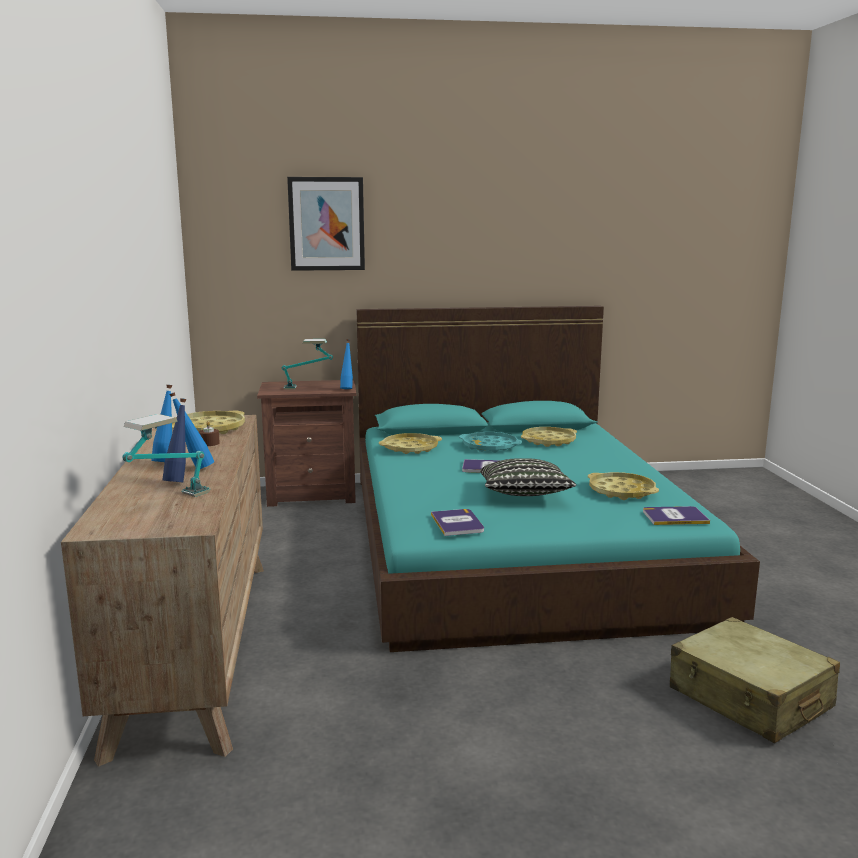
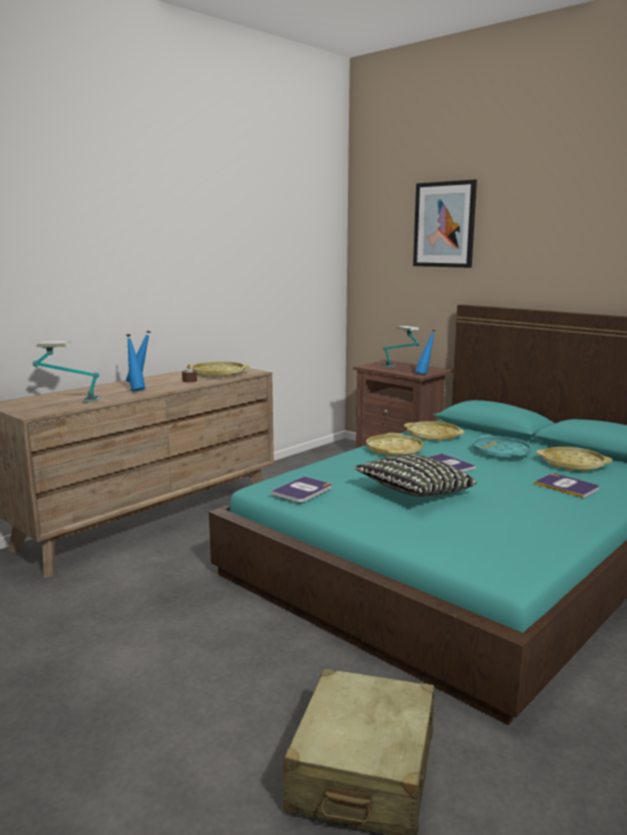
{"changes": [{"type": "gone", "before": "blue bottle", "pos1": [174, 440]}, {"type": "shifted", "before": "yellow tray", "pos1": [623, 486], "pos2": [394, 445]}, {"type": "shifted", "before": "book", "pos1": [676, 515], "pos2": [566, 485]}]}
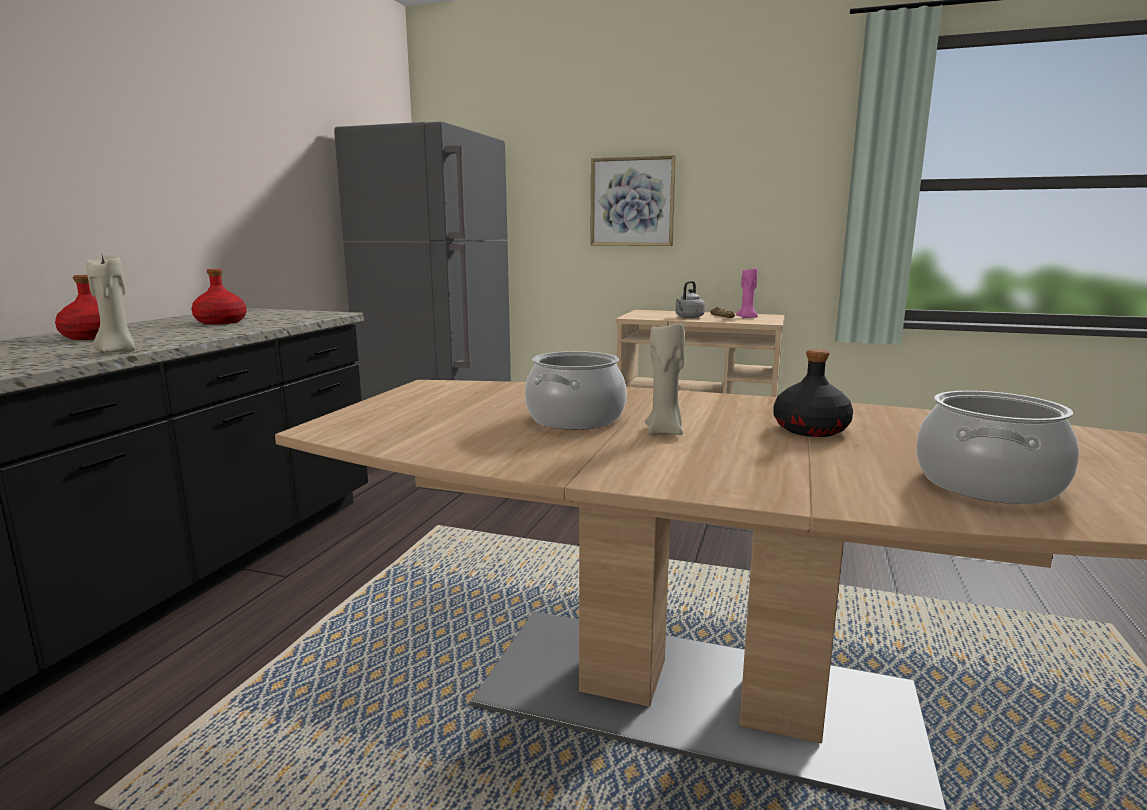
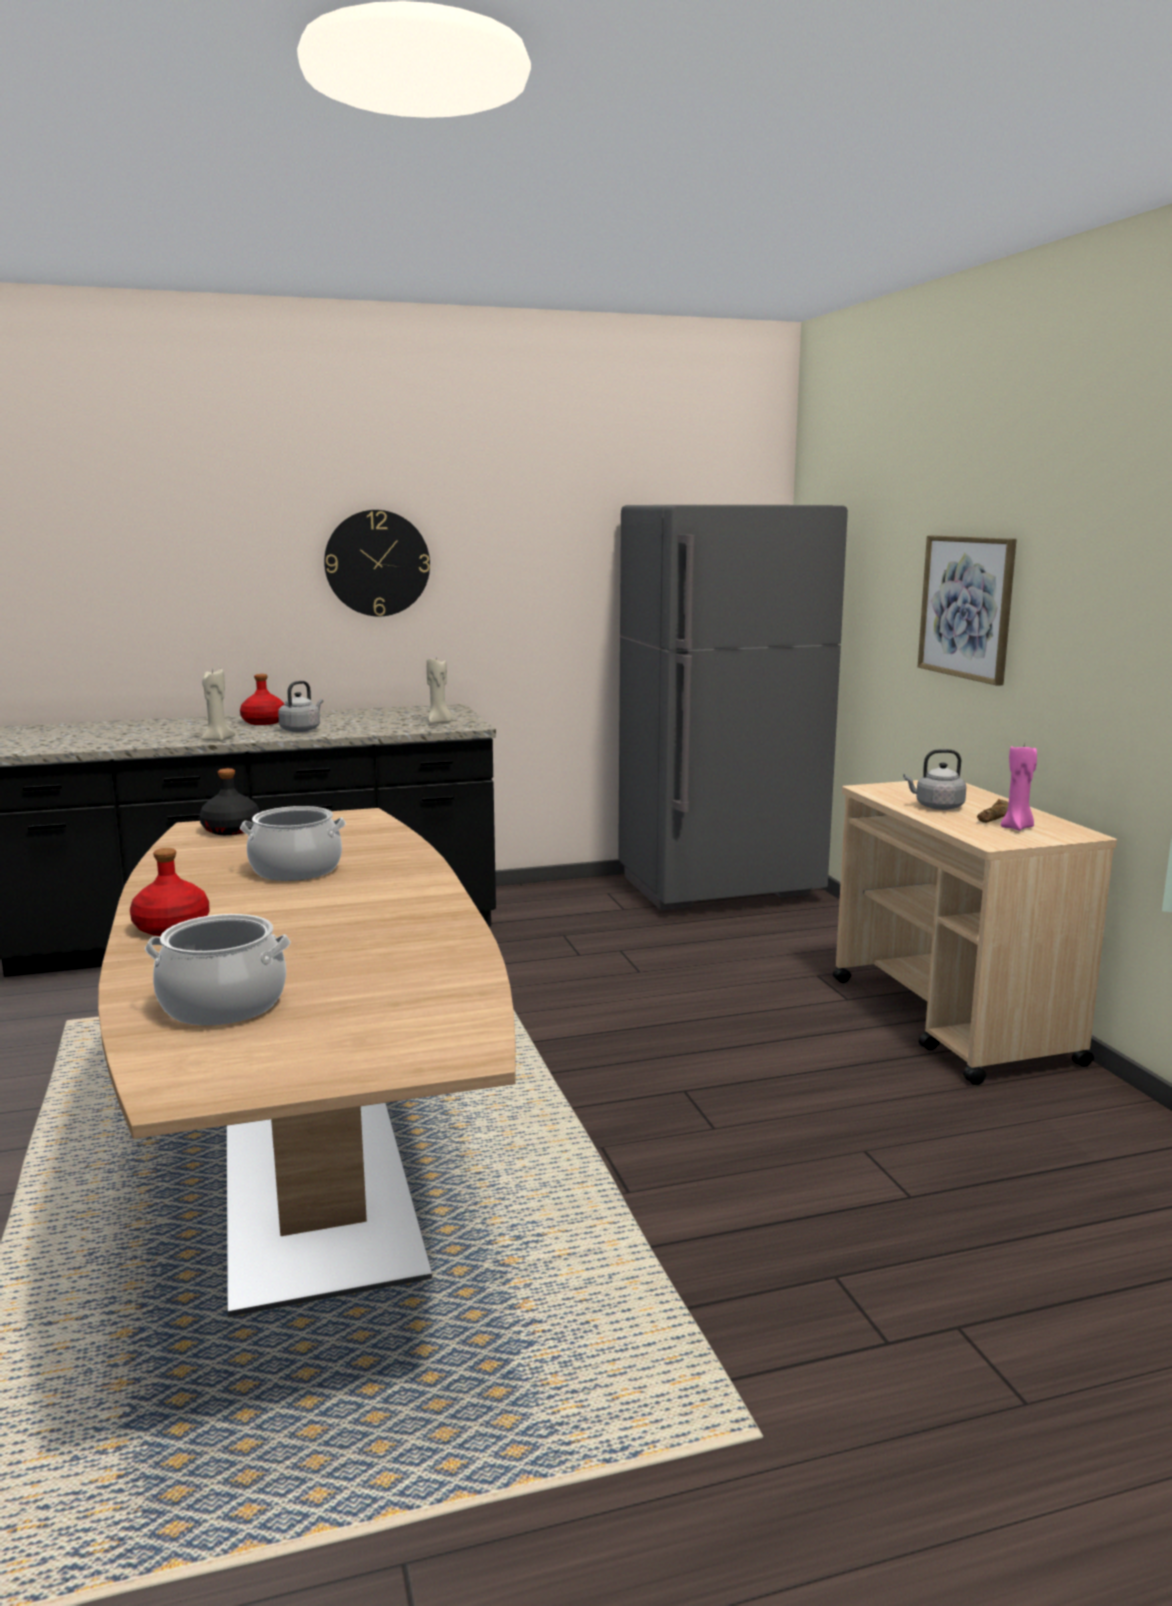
{"changes": [{"type": "new", "after": "grey kettle", "pos2": [300, 706]}, {"type": "new", "after": "wall clock", "pos2": [377, 563]}, {"type": "shifted", "before": "red bottle", "pos1": [219, 297], "pos2": [169, 892]}, {"type": "shifted", "before": "beige candle", "pos1": [665, 379], "pos2": [439, 690]}, {"type": "shifted", "before": "black bottle", "pos1": [813, 393], "pos2": [229, 801]}]}
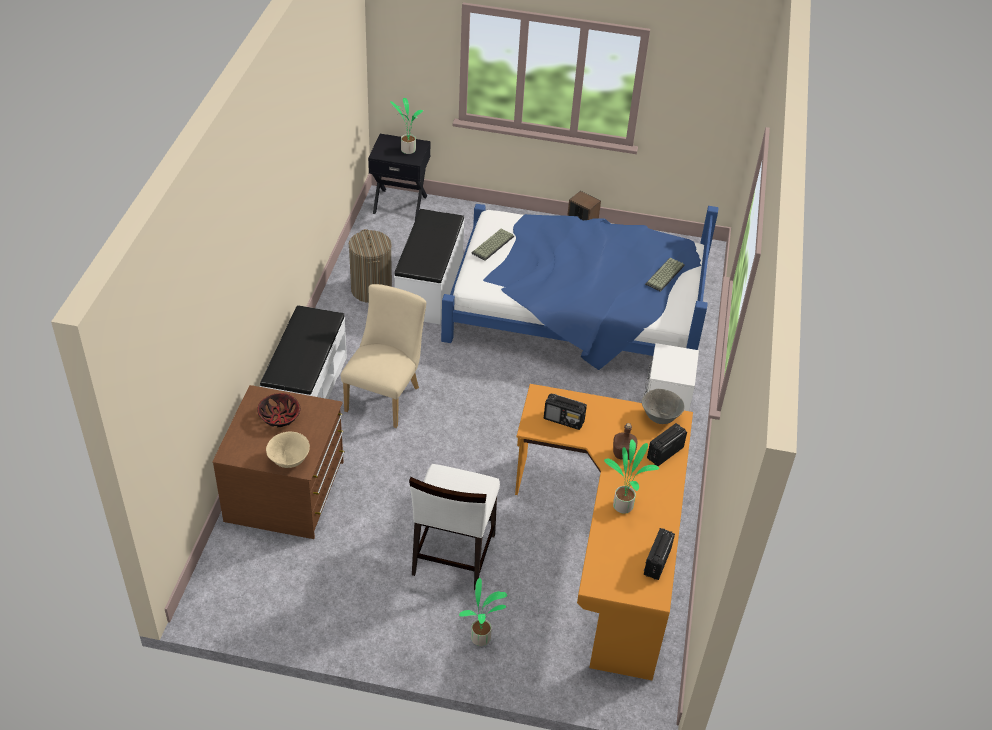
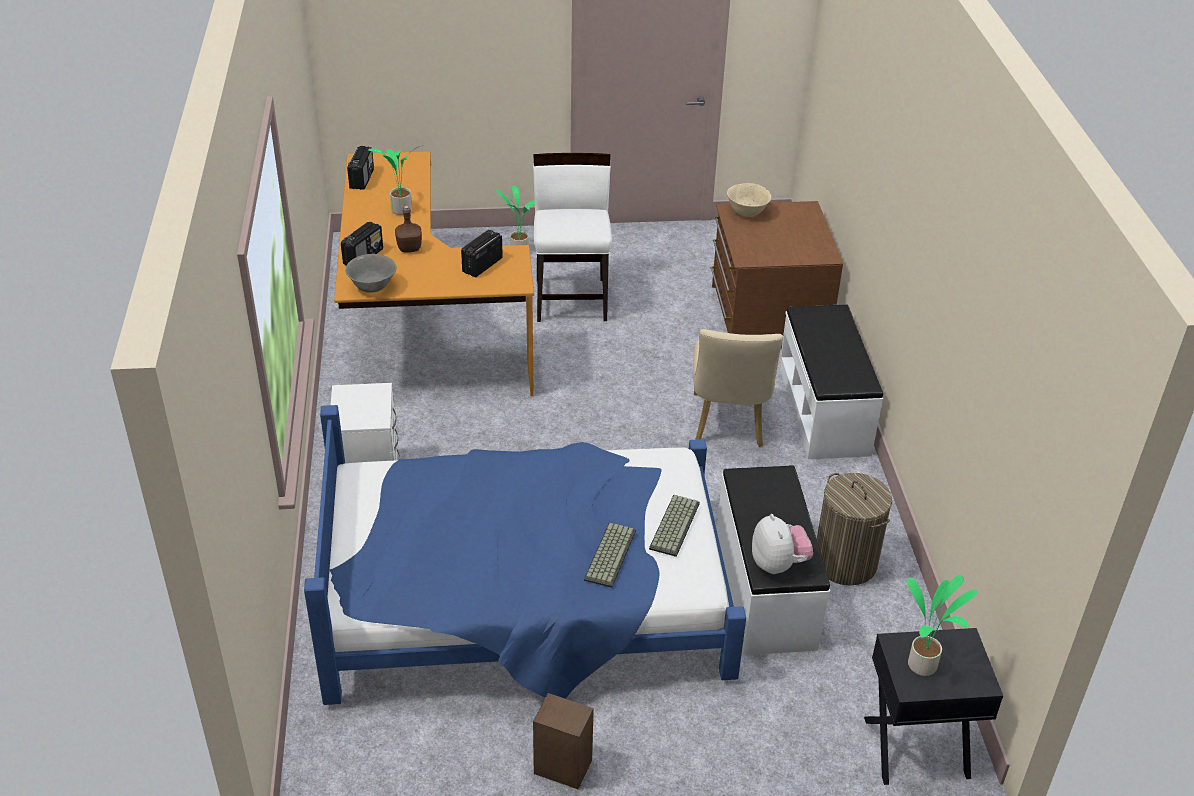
{"changes": [{"type": "gone", "before": "bowl", "pos1": [279, 410]}, {"type": "new", "after": "plush toy", "pos2": [782, 544]}, {"type": "shifted", "before": "keyboard", "pos1": [665, 274], "pos2": [610, 555]}, {"type": "rotated", "before": "radio", "pos1": [565, 411], "pos2": [482, 253], "turn": -60}]}
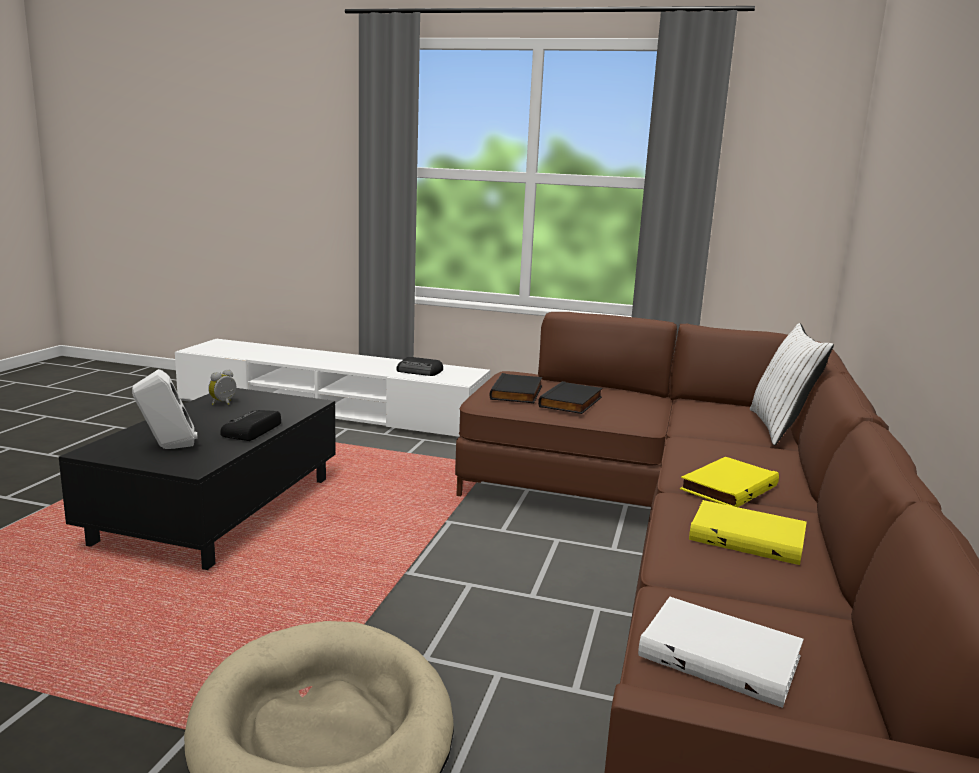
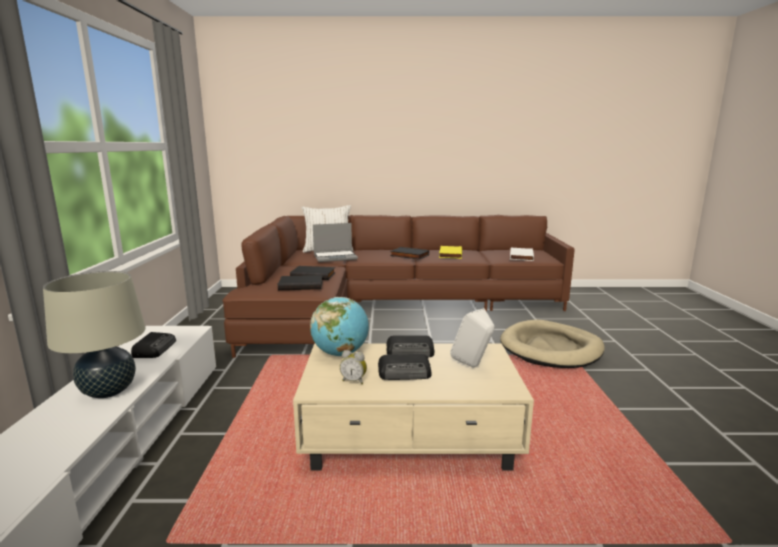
{"changes": [{"type": "new", "after": "beige table lamp", "pos2": [94, 334]}, {"type": "new", "after": "globe", "pos2": [339, 326]}, {"type": "new", "after": "laptop", "pos2": [335, 242]}, {"type": "new", "after": "radio", "pos2": [404, 367]}, {"type": "repainted", "before": "black coffee table", "after": "beige coffee table", "pos1": [197, 479], "pos2": [413, 407]}, {"type": "repainted", "before": "yellow book", "after": "black book", "pos1": [729, 482], "pos2": [409, 253]}]}
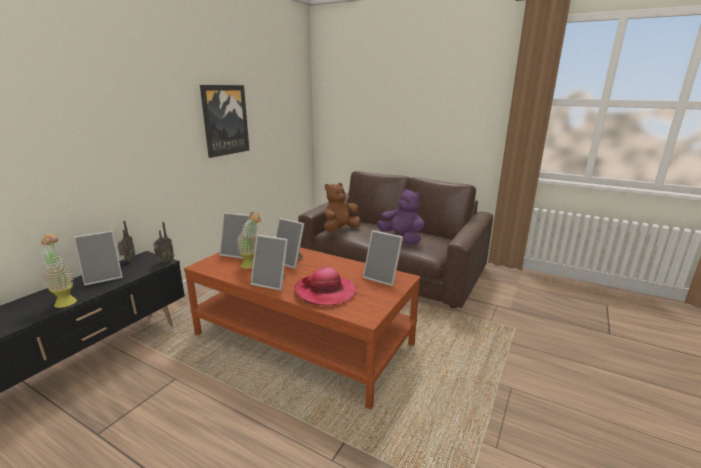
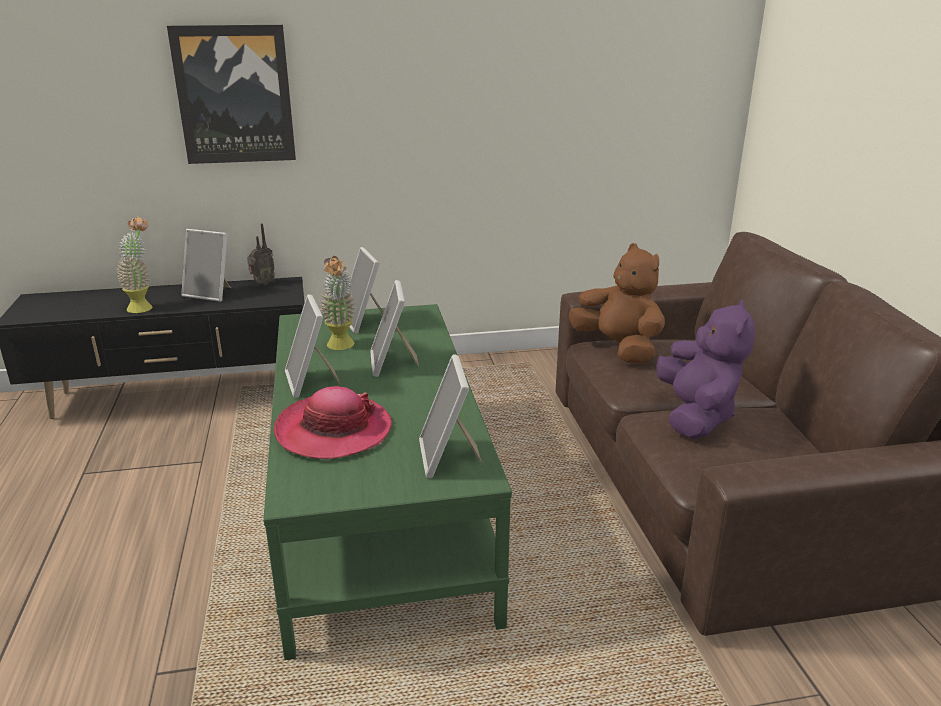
{"changes": [{"type": "gone", "before": "radio", "pos1": [163, 242]}, {"type": "shifted", "before": "picture", "pos1": [224, 121], "pos2": [231, 94]}, {"type": "repainted", "before": "brown coffee table", "after": "green coffee table", "pos1": [302, 322], "pos2": [387, 482]}, {"type": "rotated", "before": "brown plush toy", "pos1": [342, 207], "pos2": [617, 303], "turn": 45}]}
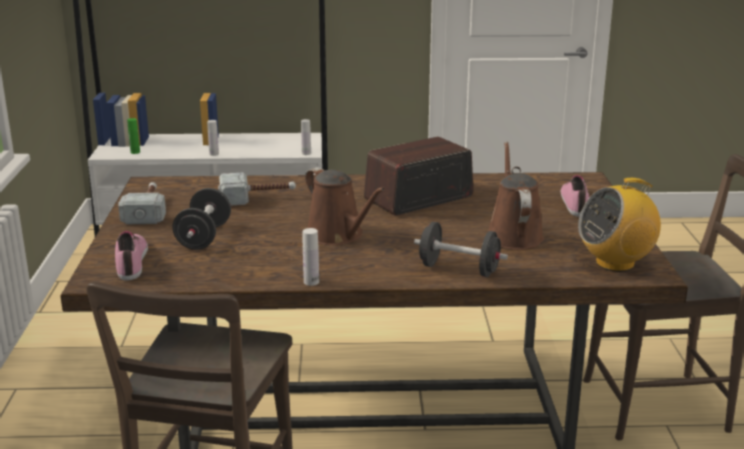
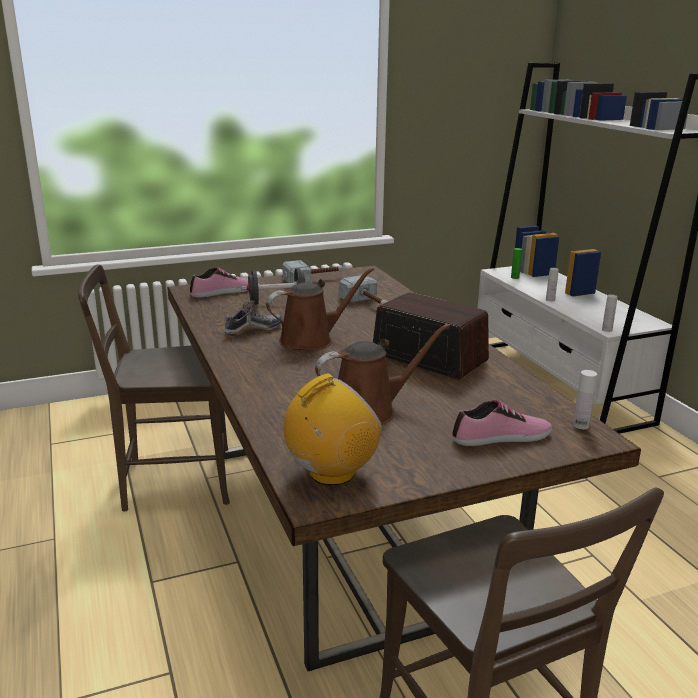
{"changes": [{"type": "gone", "before": "black dumbbell", "pos1": [461, 249]}, {"type": "new", "after": "shoe", "pos2": [253, 319]}, {"type": "shifted", "before": "white bottle", "pos1": [311, 257], "pos2": [585, 399]}, {"type": "rotated", "before": "brown watering can", "pos1": [345, 206], "pos2": [320, 309], "turn": -150}, {"type": "rotated", "before": "radio", "pos1": [619, 225], "pos2": [333, 430], "turn": 90}]}
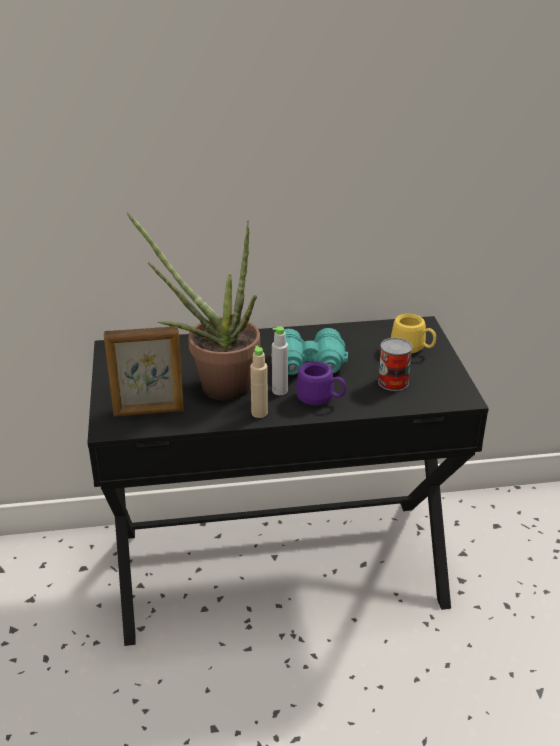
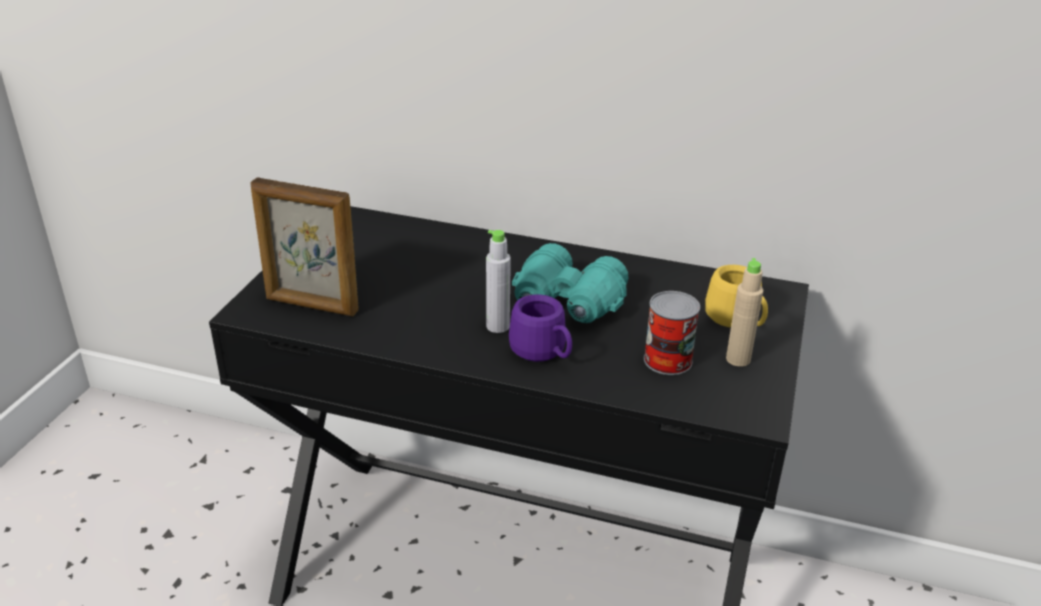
{"changes": [{"type": "gone", "before": "potted plant", "pos1": [193, 306]}, {"type": "shifted", "before": "beige bottle", "pos1": [259, 382], "pos2": [744, 312]}]}
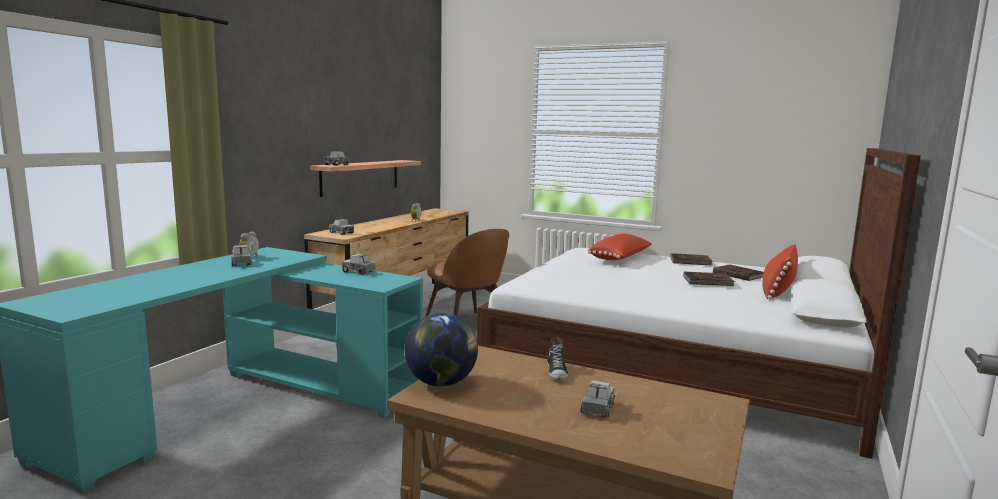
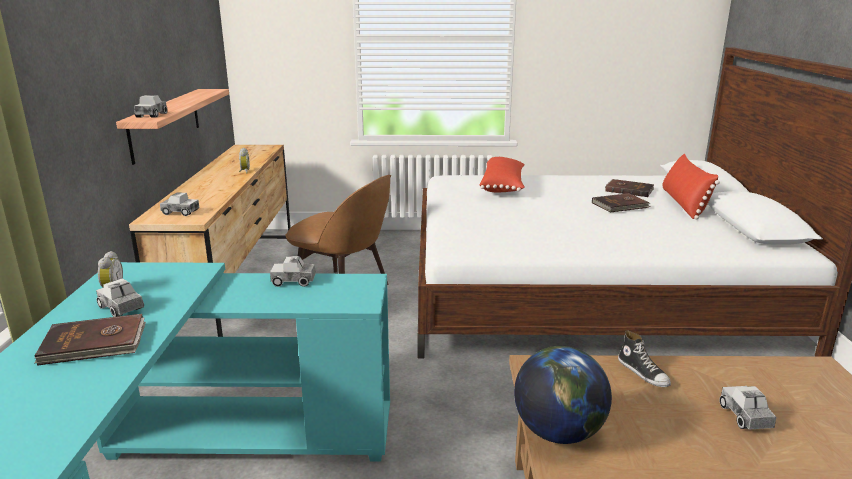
{"changes": [{"type": "shifted", "before": "brown book", "pos1": [691, 259], "pos2": [90, 340]}]}
